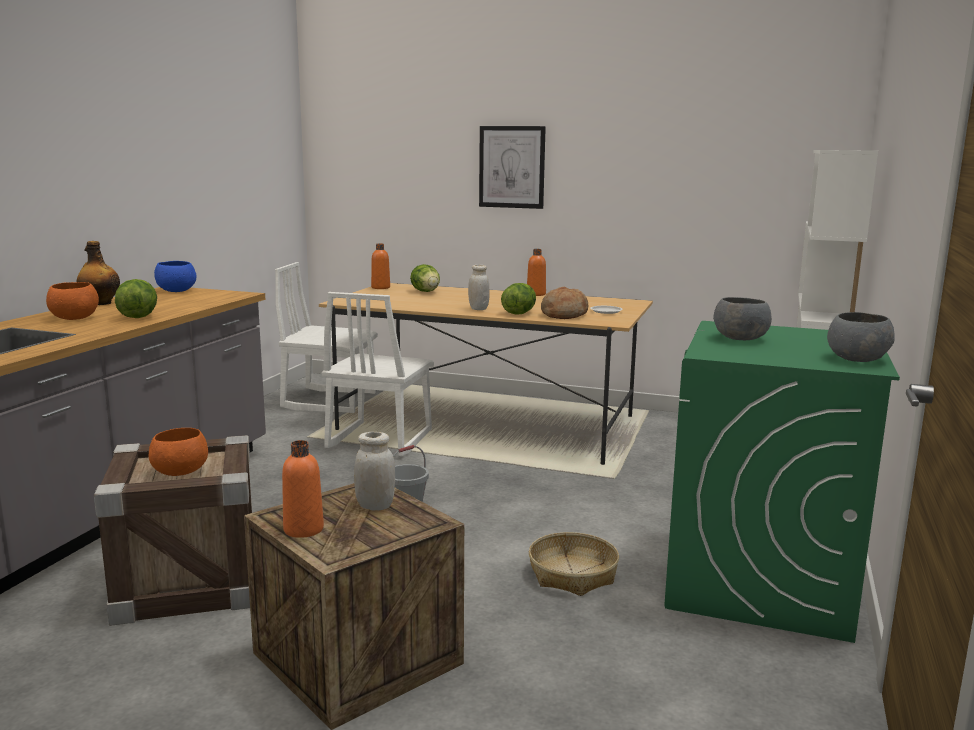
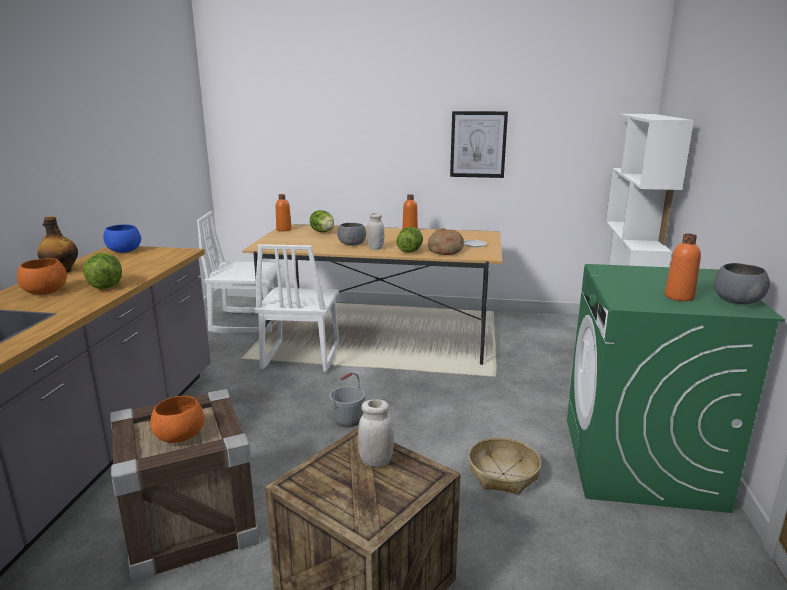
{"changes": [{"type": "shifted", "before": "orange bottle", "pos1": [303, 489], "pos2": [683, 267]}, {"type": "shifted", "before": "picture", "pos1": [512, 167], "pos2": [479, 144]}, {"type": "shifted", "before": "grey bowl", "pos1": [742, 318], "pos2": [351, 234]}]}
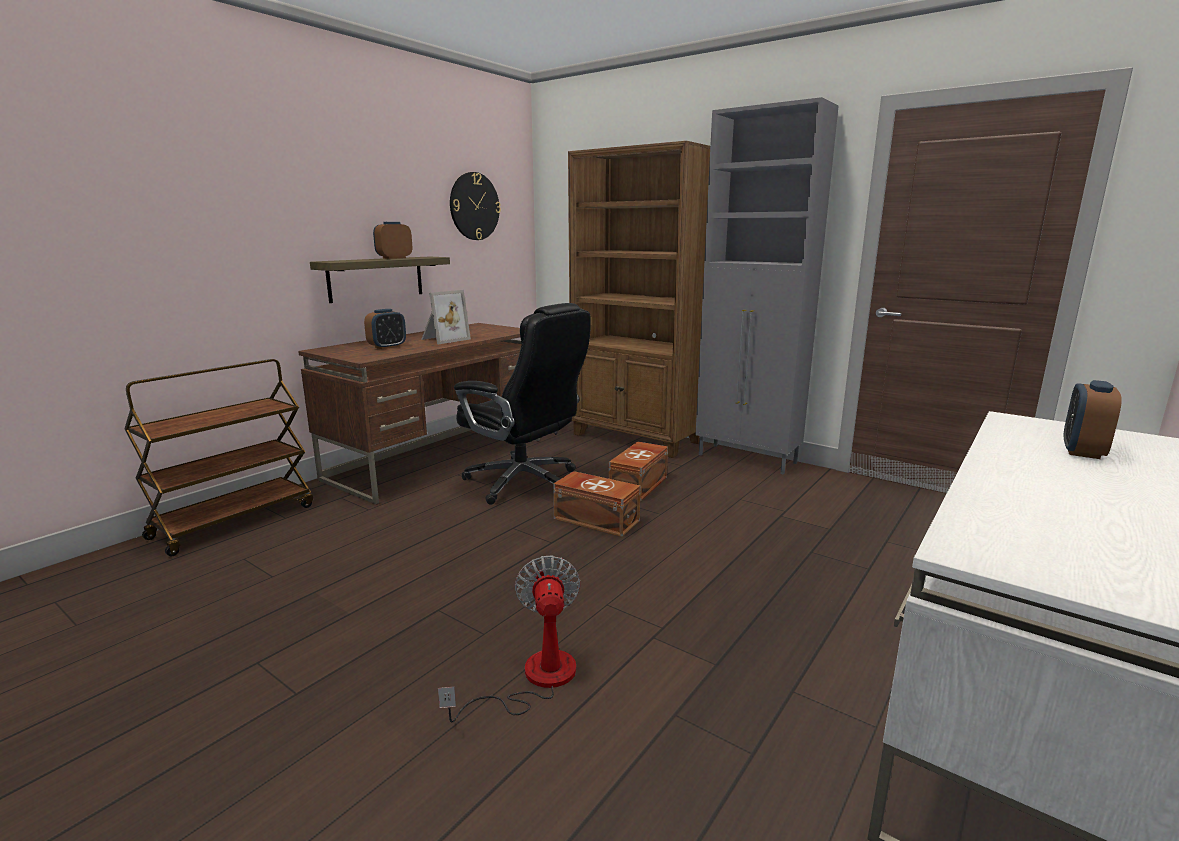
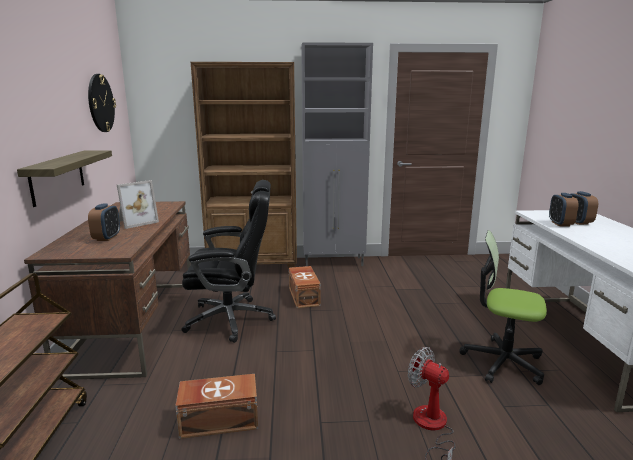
{"changes": [{"type": "new", "after": "office chair", "pos2": [503, 307]}, {"type": "shifted", "before": "alarm clock", "pos1": [392, 240], "pos2": [564, 210]}, {"type": "shifted", "before": "brown storage box", "pos1": [597, 504], "pos2": [216, 406]}, {"type": "rotated", "before": "picture frame", "pos1": [446, 317], "pos2": [138, 204], "turn": 45}]}
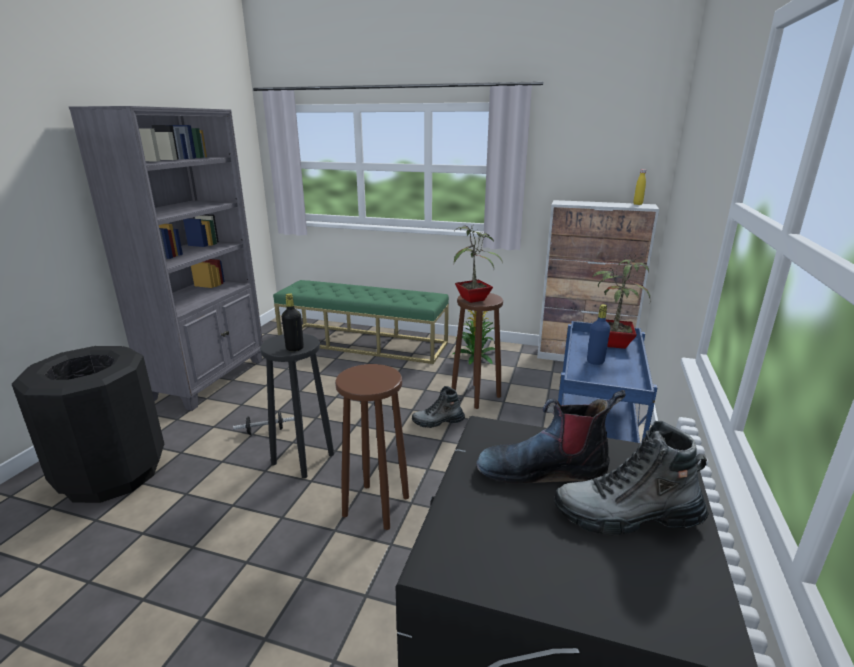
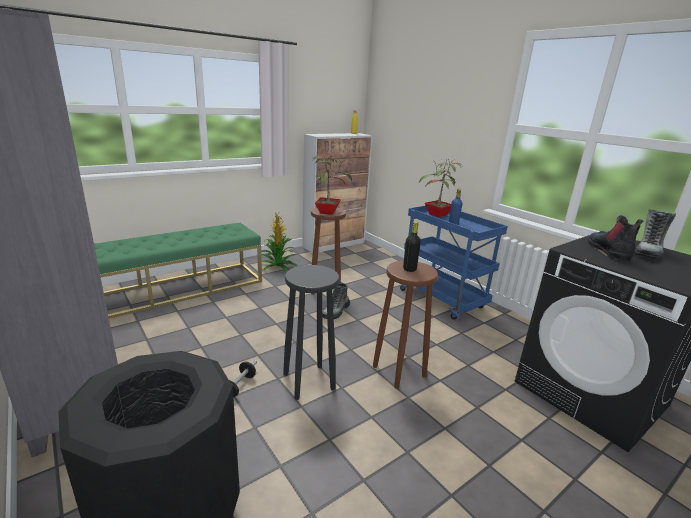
{"changes": [{"type": "shifted", "before": "black bottle", "pos1": [293, 322], "pos2": [412, 246]}, {"type": "rotated", "before": "boot", "pos1": [551, 436], "pos2": [615, 238], "turn": 150}]}
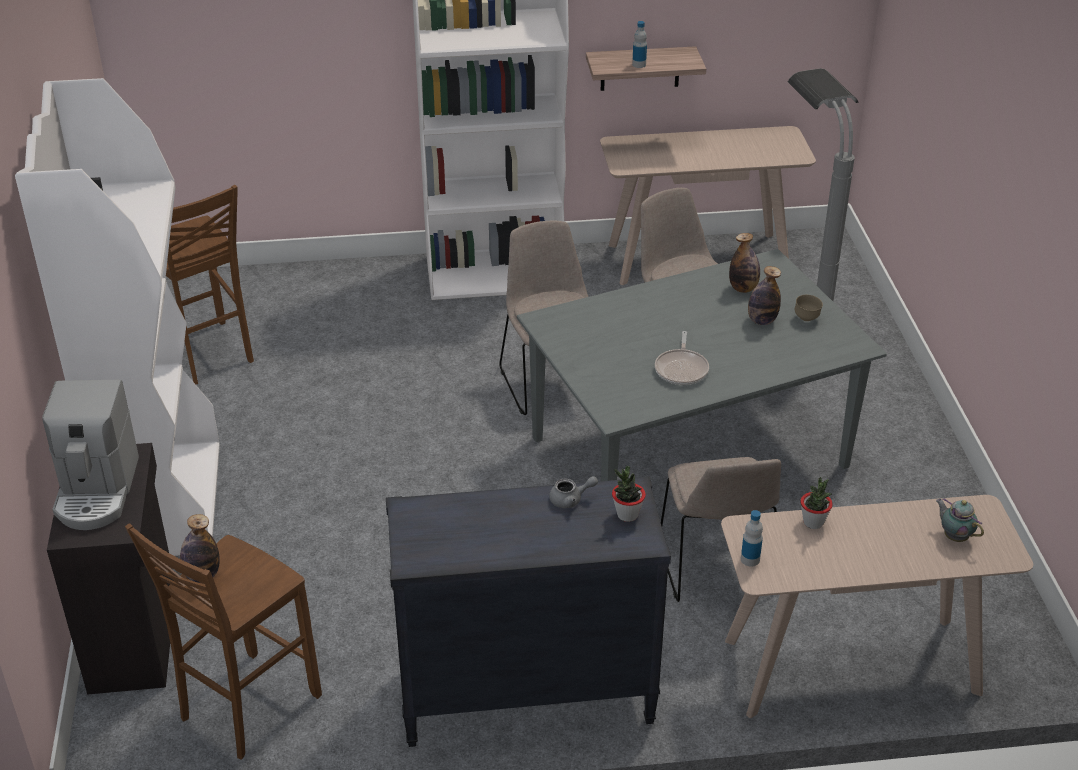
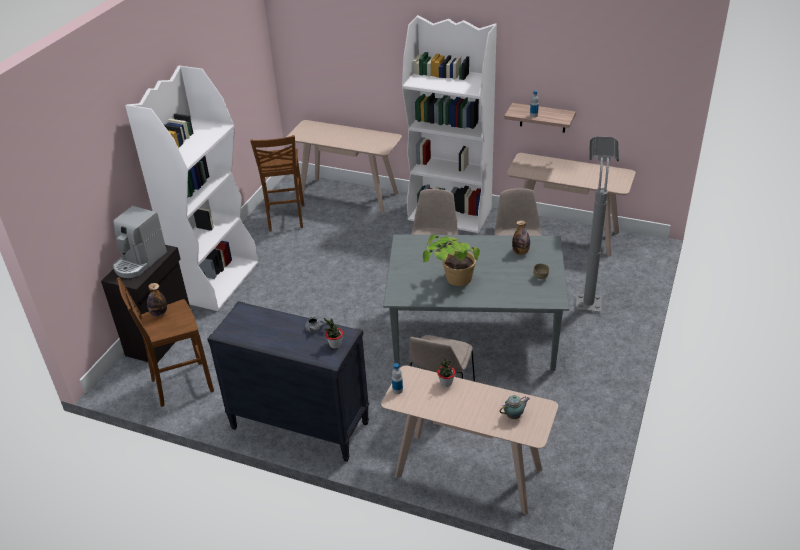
{"changes": [{"type": "gone", "before": "bottle", "pos1": [764, 295]}, {"type": "new", "after": "beige console table", "pos2": [344, 167]}, {"type": "swapped", "before": "frying pan", "after": "potted plant", "pos1": [682, 358], "pos2": [451, 260]}, {"type": "rotated", "before": "teapot", "pos1": [960, 520], "pos2": [514, 407], "turn": 75}]}
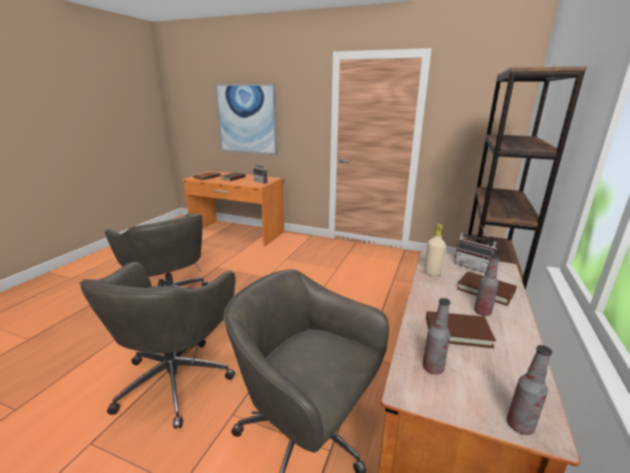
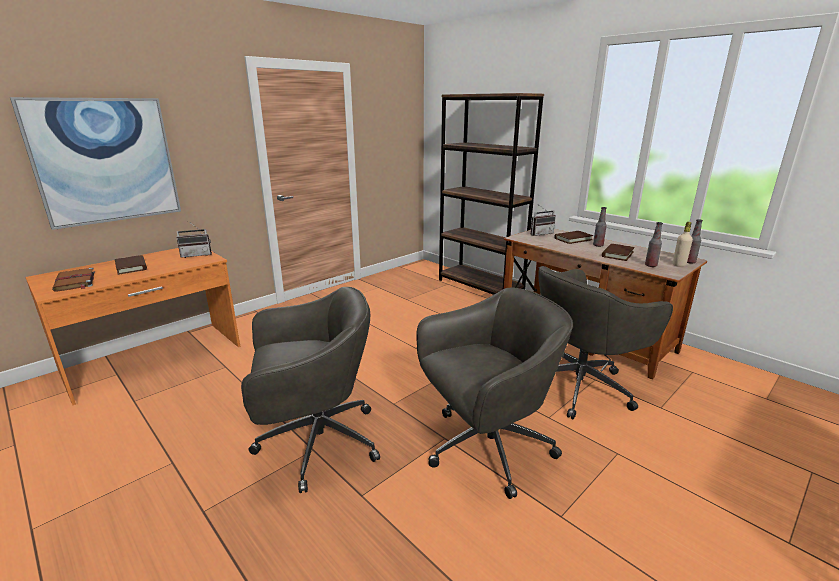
{"changes": [{"type": "shifted", "before": "beige bottle", "pos1": [435, 250], "pos2": [683, 244]}, {"type": "rotated", "before": "grey office chair", "pos1": [157, 345], "pos2": [494, 393], "turn": -60}]}
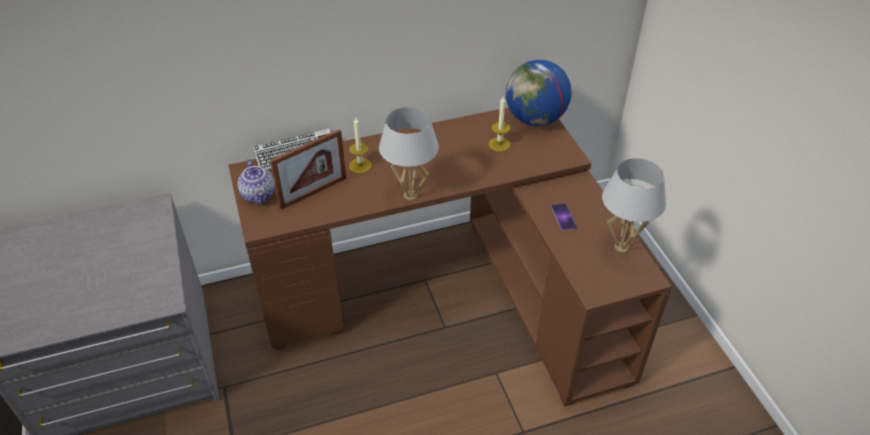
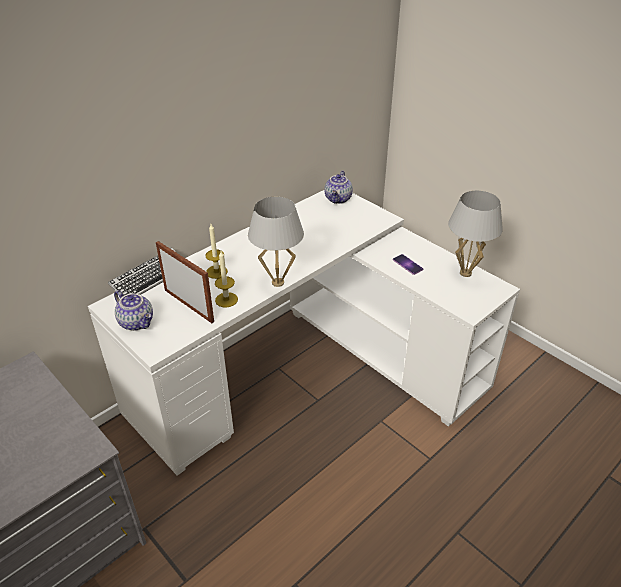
{"changes": [{"type": "shifted", "before": "candle", "pos1": [499, 124], "pos2": [226, 279]}, {"type": "swapped", "before": "globe", "after": "teapot", "pos1": [539, 93], "pos2": [338, 187]}, {"type": "repainted", "before": "brown desk", "after": "white desk", "pos1": [450, 257], "pos2": [304, 333]}, {"type": "rotated", "before": "picture frame", "pos1": [308, 169], "pos2": [185, 282], "turn": -75}]}
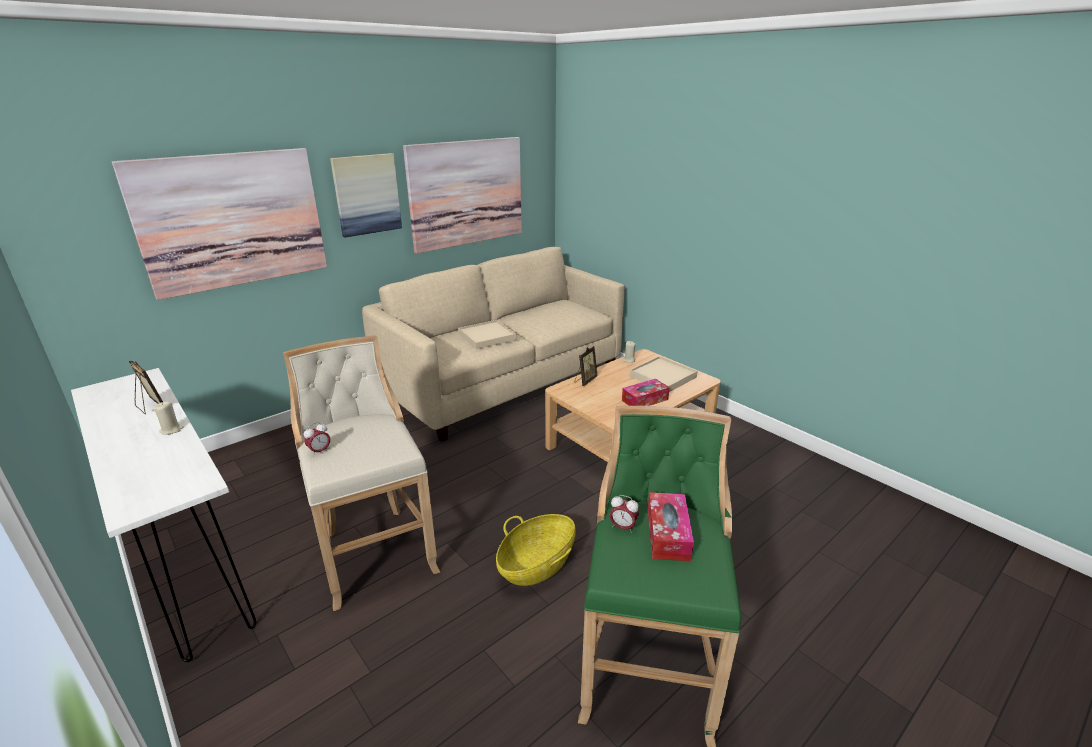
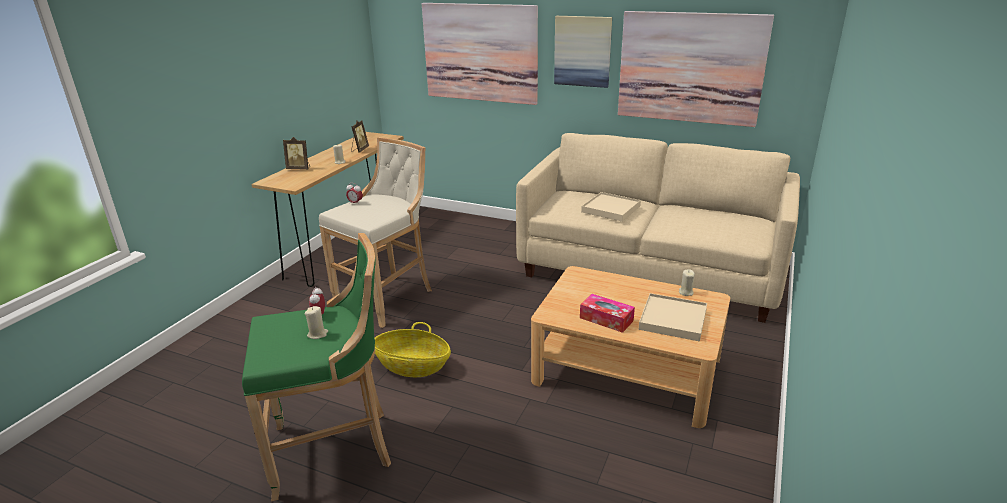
{"changes": [{"type": "shifted", "before": "picture frame", "pos1": [586, 366], "pos2": [296, 153]}, {"type": "swapped", "before": "tissue box", "after": "beige candle", "pos1": [670, 526], "pos2": [316, 322]}, {"type": "repainted", "before": "white console table", "after": "brown console table", "pos1": [163, 515], "pos2": [327, 209]}]}
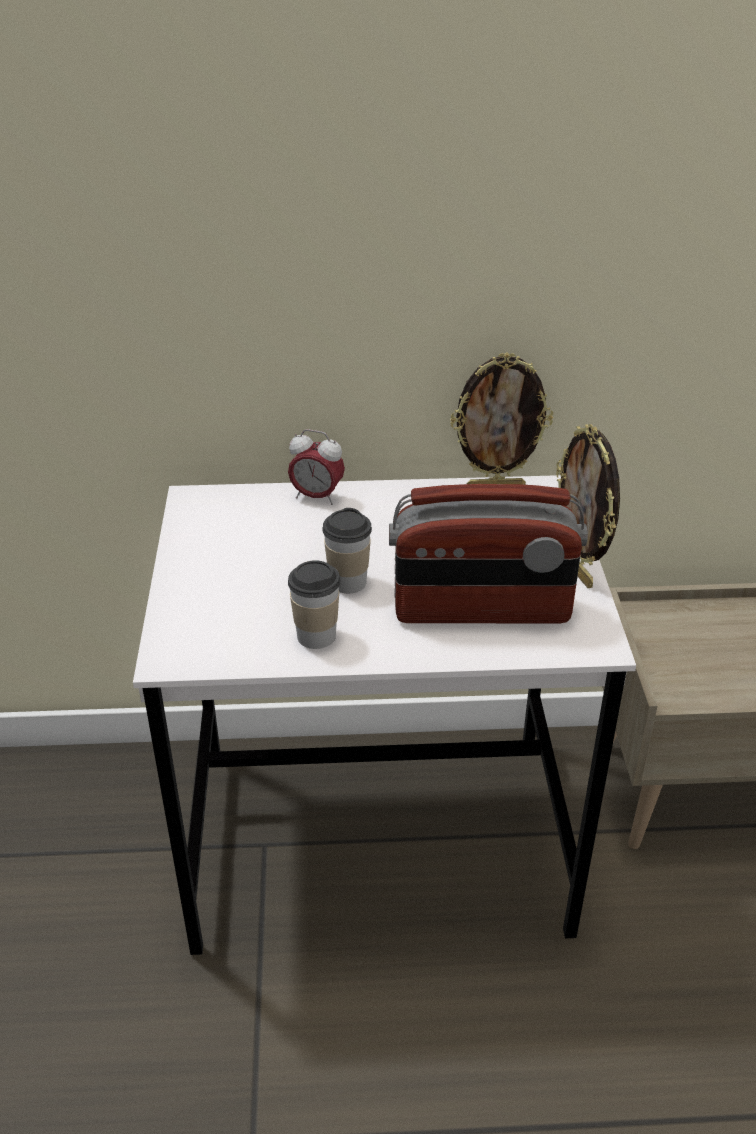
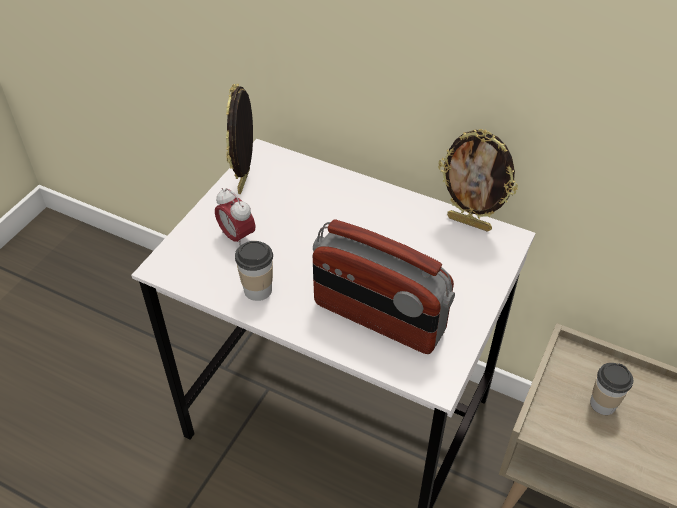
{"changes": [{"type": "shifted", "before": "alarm clock", "pos1": [316, 467], "pos2": [235, 217]}, {"type": "shifted", "before": "cup", "pos1": [347, 550], "pos2": [611, 389]}, {"type": "shifted", "before": "picture frame", "pos1": [588, 506], "pos2": [239, 139]}]}
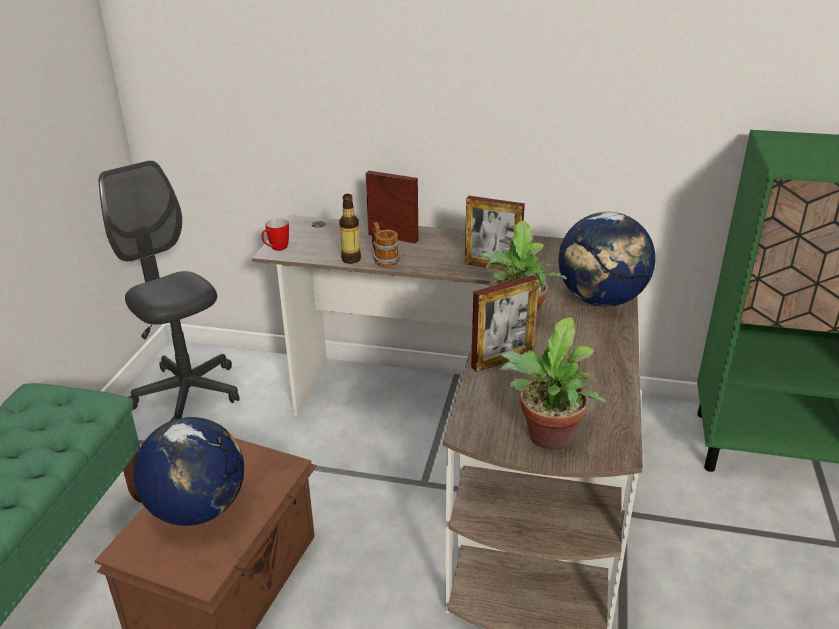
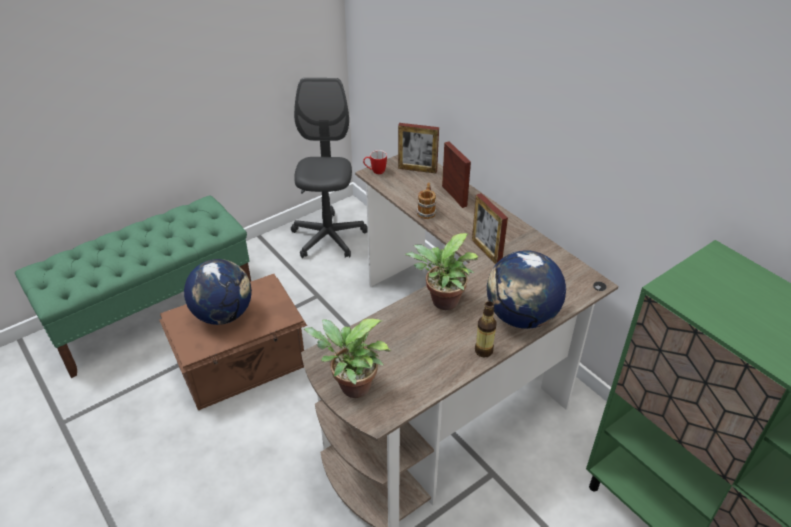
{"changes": [{"type": "shifted", "before": "bottle", "pos1": [350, 229], "pos2": [486, 329]}, {"type": "shifted", "before": "picture frame", "pos1": [505, 323], "pos2": [418, 148]}]}
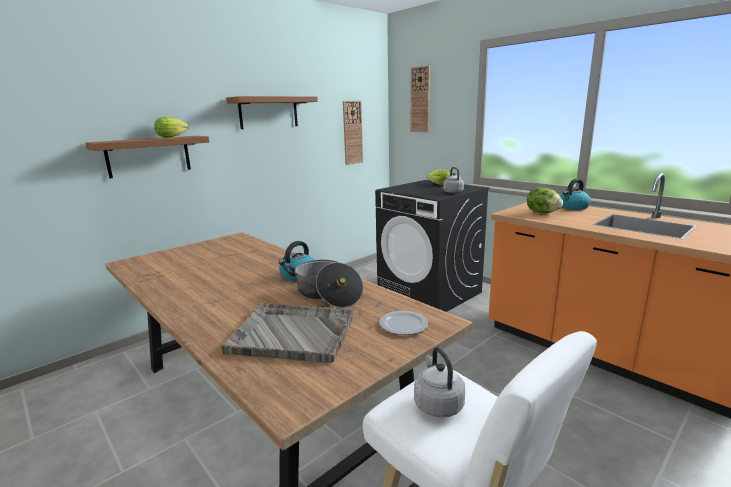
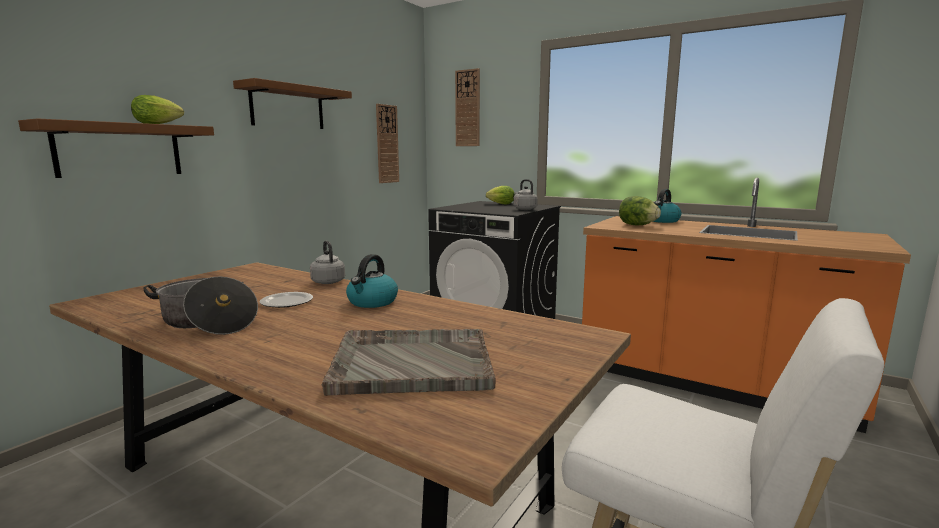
{"changes": [{"type": "shifted", "before": "cooking pot", "pos1": [324, 284], "pos2": [201, 306]}, {"type": "shifted", "before": "plate", "pos1": [403, 323], "pos2": [286, 300]}, {"type": "shifted", "before": "grey kettle", "pos1": [439, 382], "pos2": [327, 262]}]}
